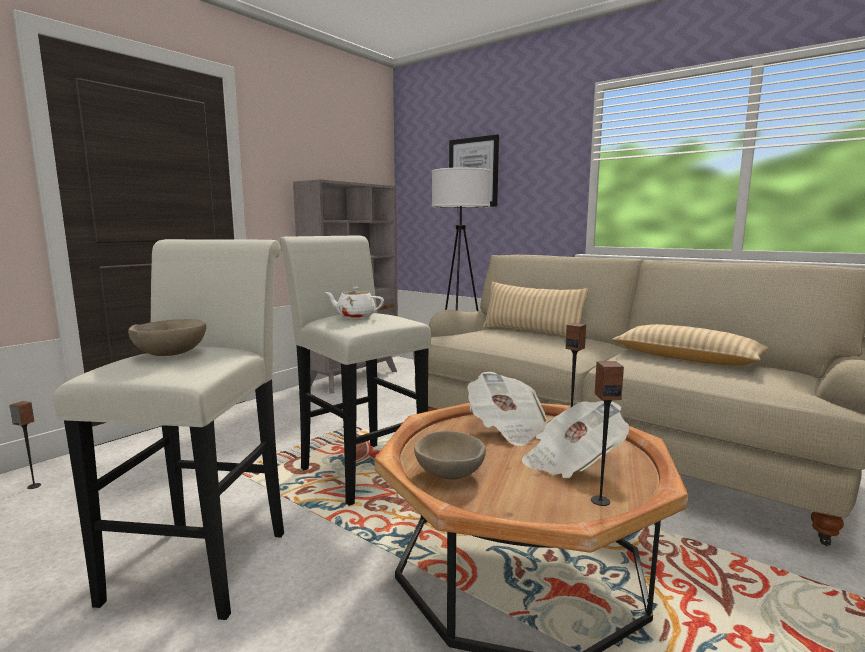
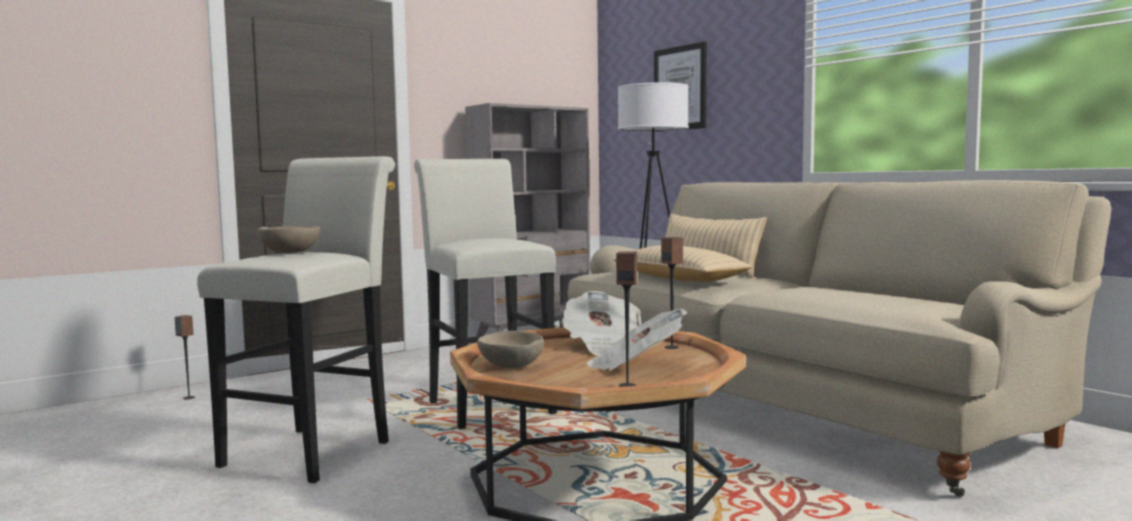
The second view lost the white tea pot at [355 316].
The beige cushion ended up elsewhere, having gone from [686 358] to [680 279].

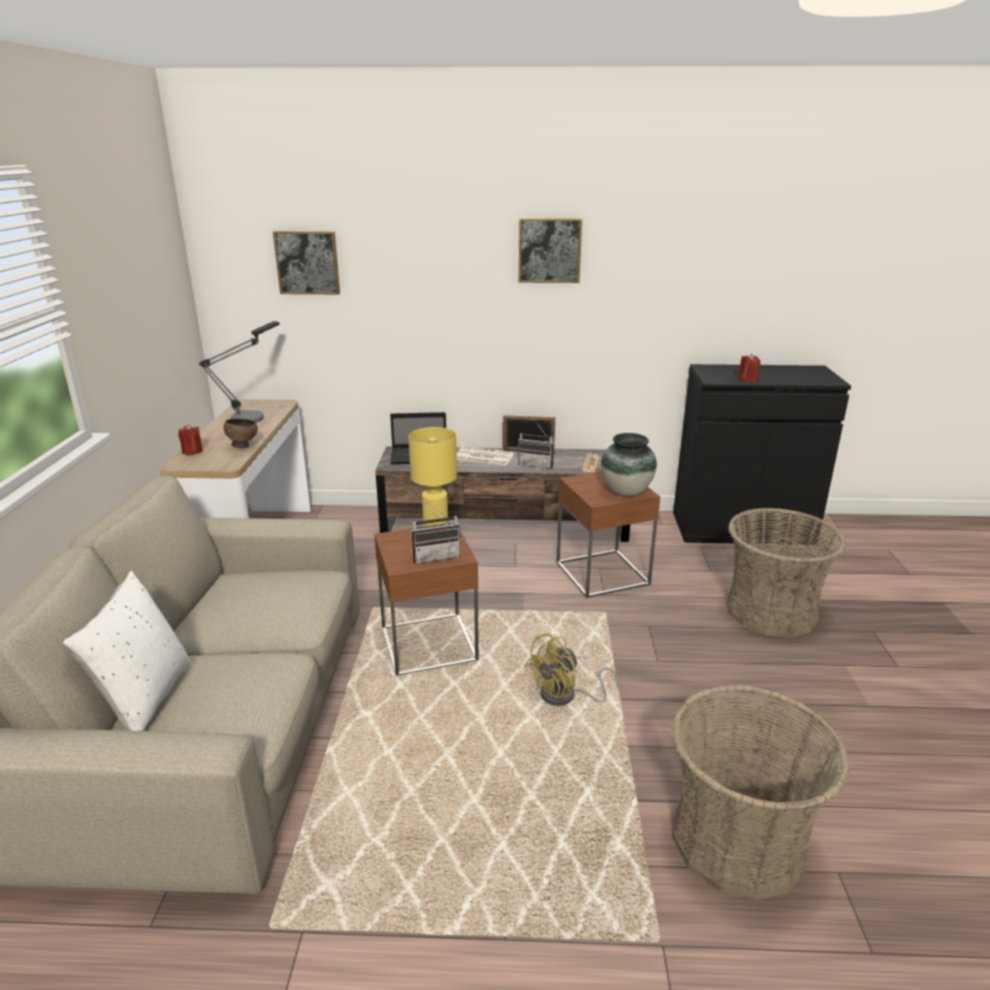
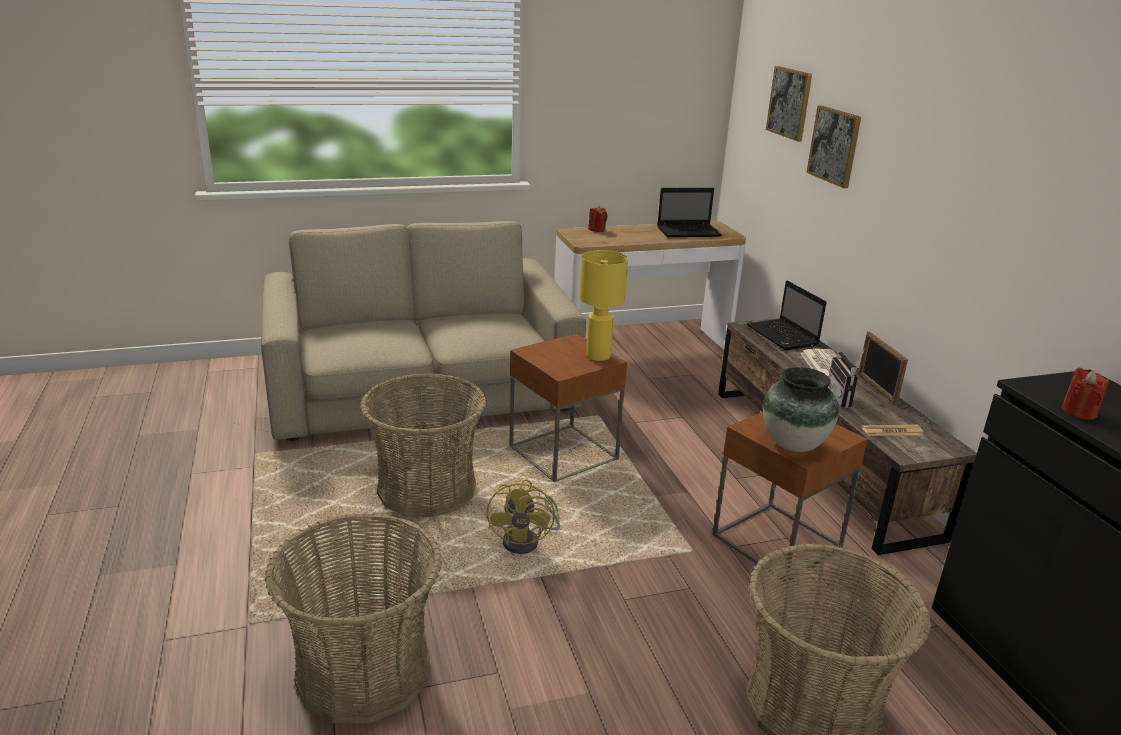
The second view lost the white cushion at [145 698].
The second view lost the brownish bowl at [243 446].
The second view lost the radio receiver at [435 556].
The second view gained the storage basket at [427 489].
The wall picture ended up elsewhere, having gone from [549 250] to [834 146].
Where the tabletop lamp stood at [254 415], the notebook computer came to stand at [689 232].
The yellowish electric fan at [565 697] ended up facing another way, 120 degrees counterclockwise from before.

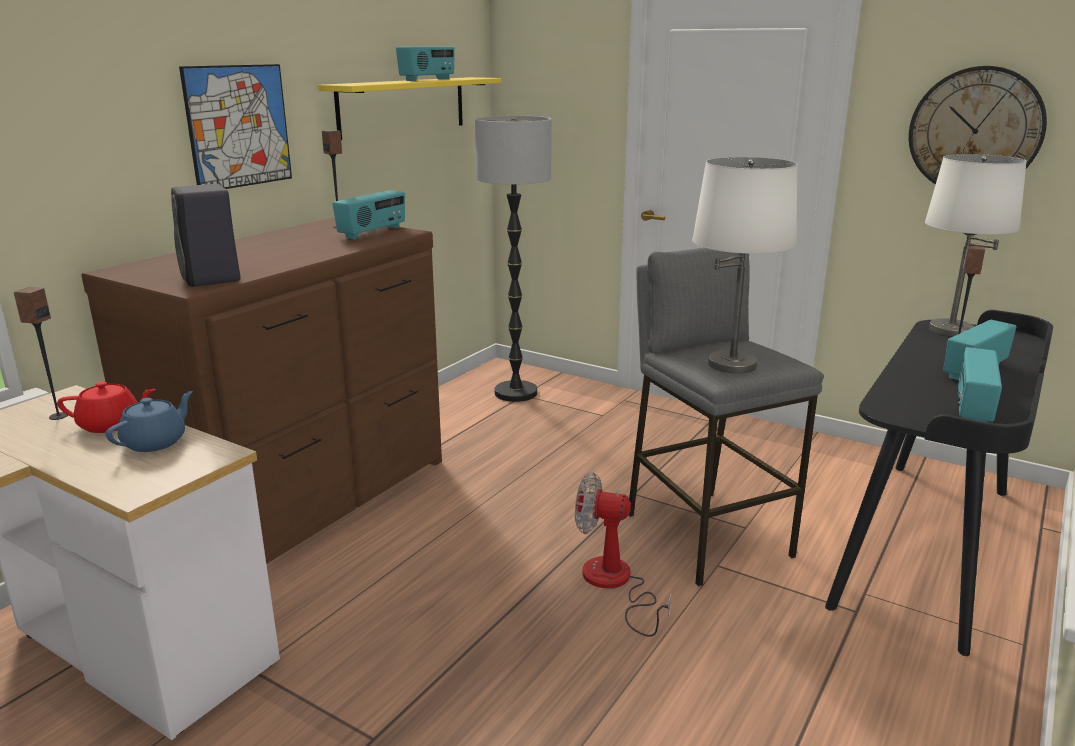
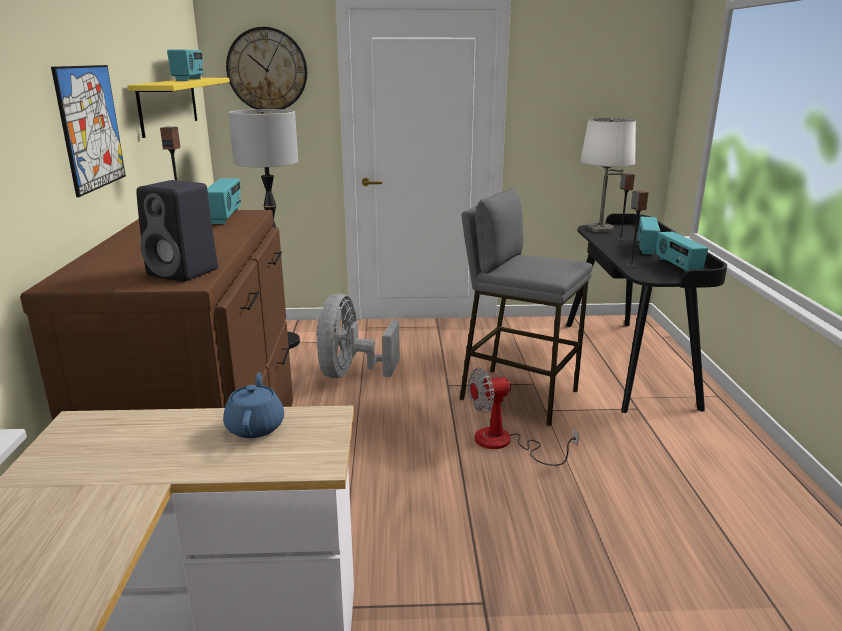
The second view lost the red-coloured tea pot at [111 425].
The second view lost the white tabletop lamp at [732 364].
The second view gained the greyish electric fan at [351 373].
The audio speaker ended up elsewhere, having gone from [58 416] to [631 265].
The clock on the wall ended up elsewhere, having gone from [975 130] to [267 70].

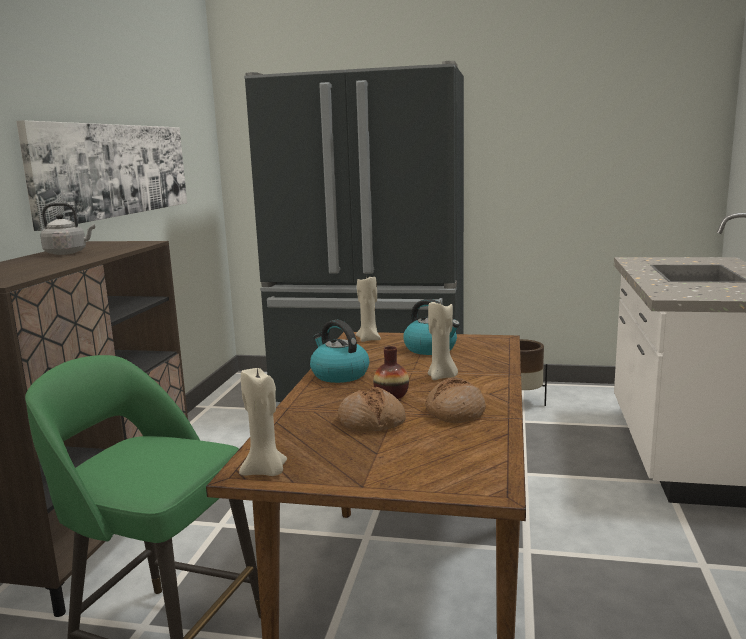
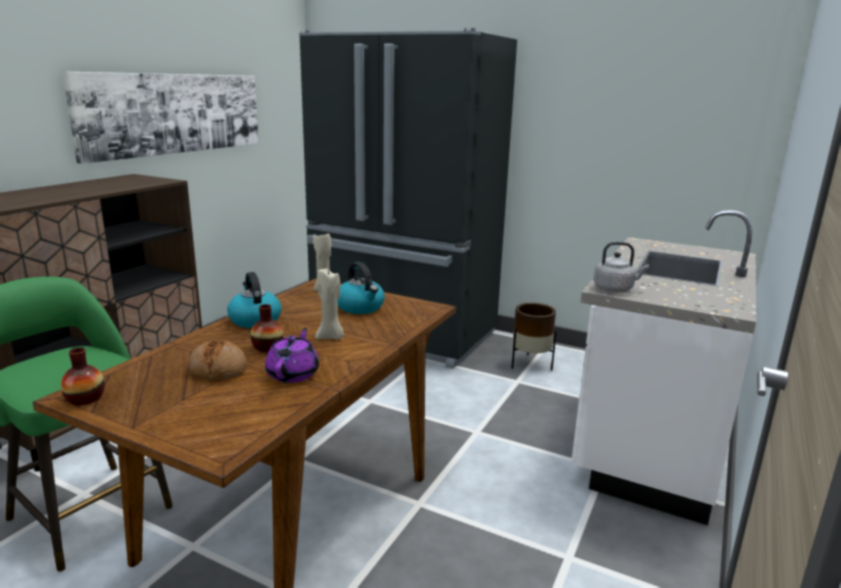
The greyish kettle ended up elsewhere, having gone from [68 253] to [615 289].
Where the beige wax light stood at [266 472], the decorative vase came to stand at [85 398].
Where the baked bread stood at [455 412], the purple tea pot came to stand at [293 374].

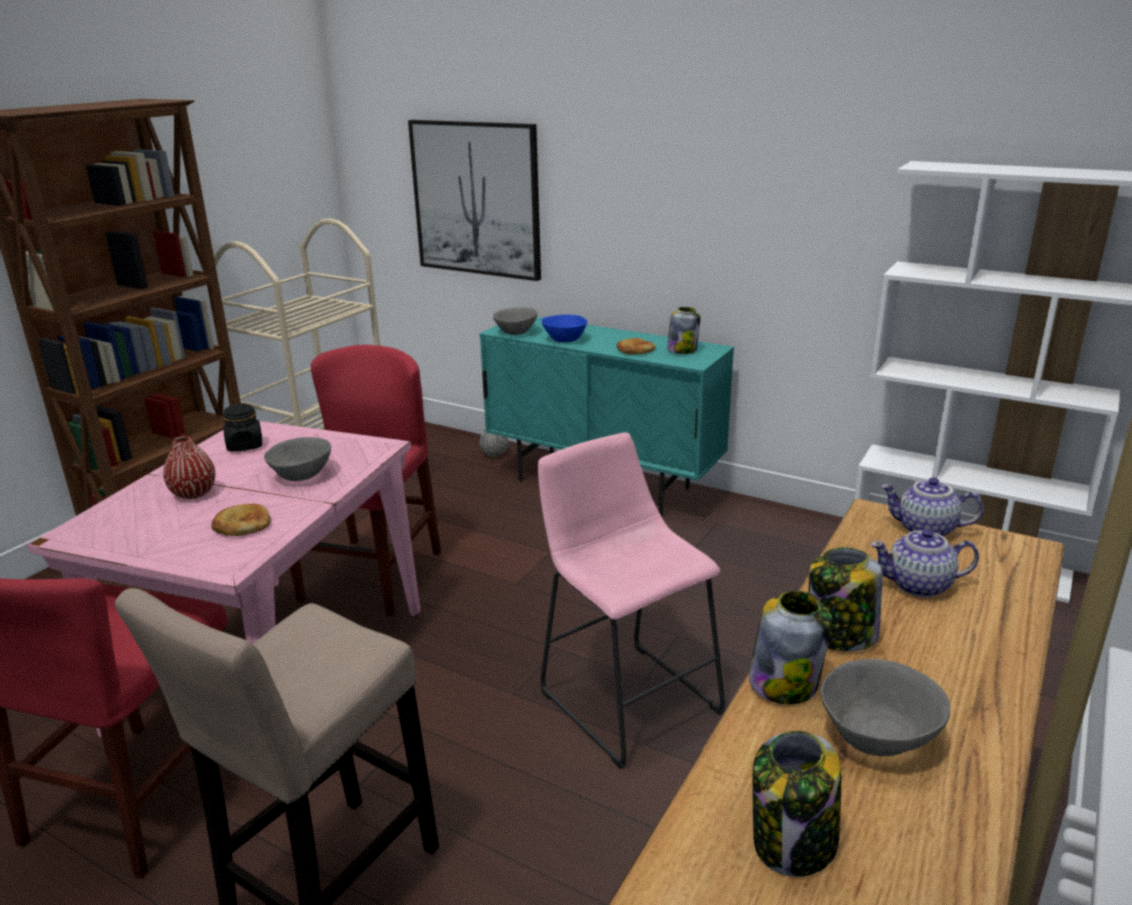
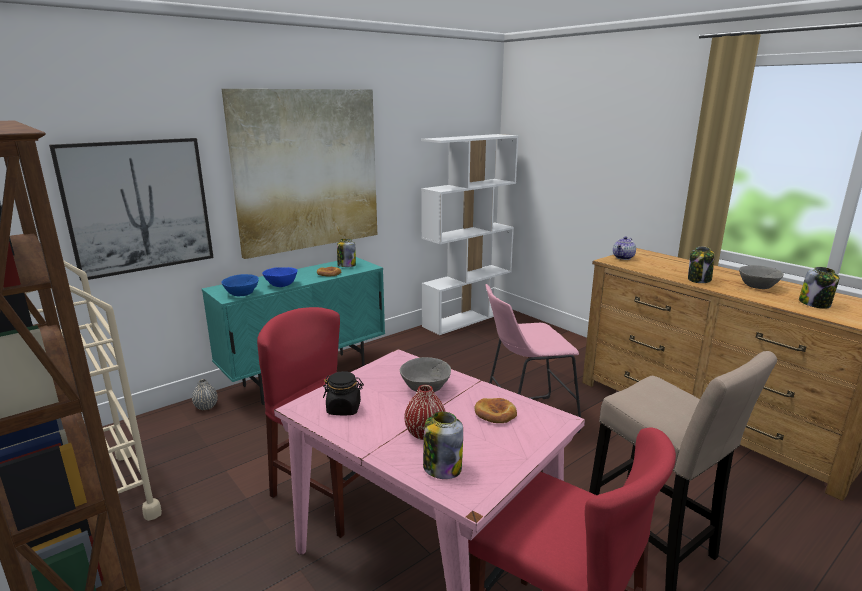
The second view lost the tea pot at [919 585].
The second view gained the wall picture at [307 170].
The preserve jar ended up elsewhere, having gone from [784 683] to [441 467].
What was the greyish bowl at [515 332] turned into the bluish bowl at [241 294].

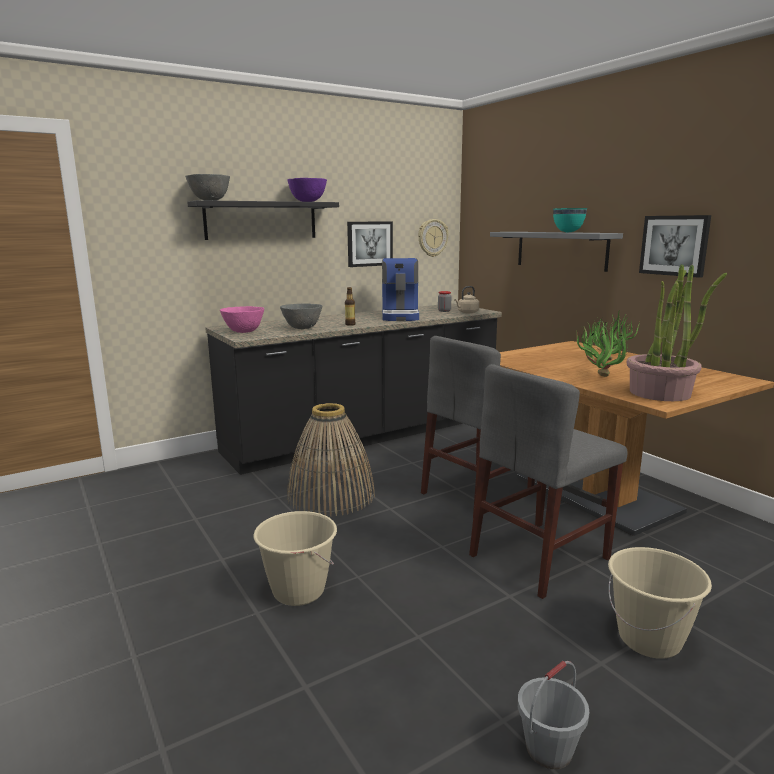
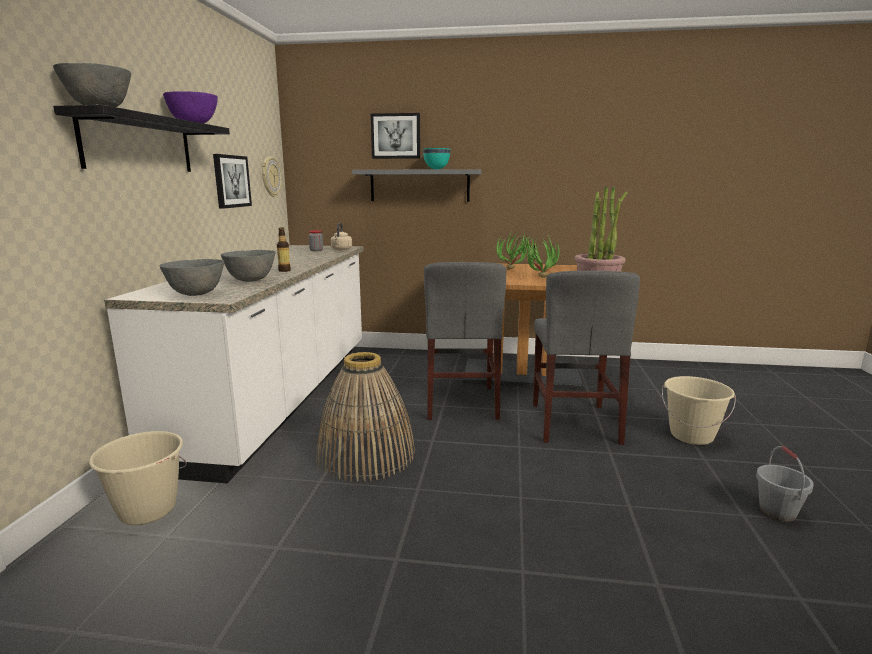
The second view lost the coffee machine at [401 316].
The beige water bucket ended up elsewhere, having gone from [298 591] to [147 510].
The wall picture ended up elsewhere, having gone from [674 245] to [396 136].
What was the black kitchen counter at [365 436] turned into the white kitchen counter at [282 396].
What was the pinkish bowl at [244 332] turned into the greyish bowl at [196 294].

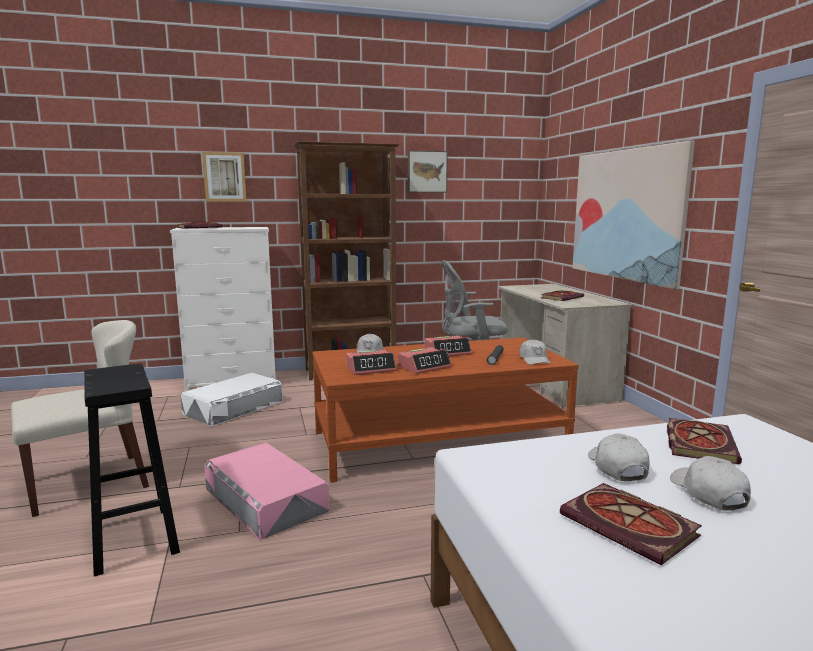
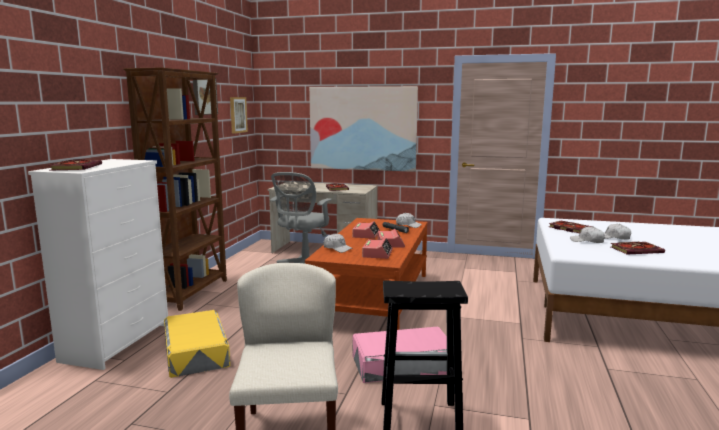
The wall picture ended up elsewhere, having gone from [224 177] to [237 115].
What was the white storage container at [233 407] turned into the yellowish storage container at [195 351].

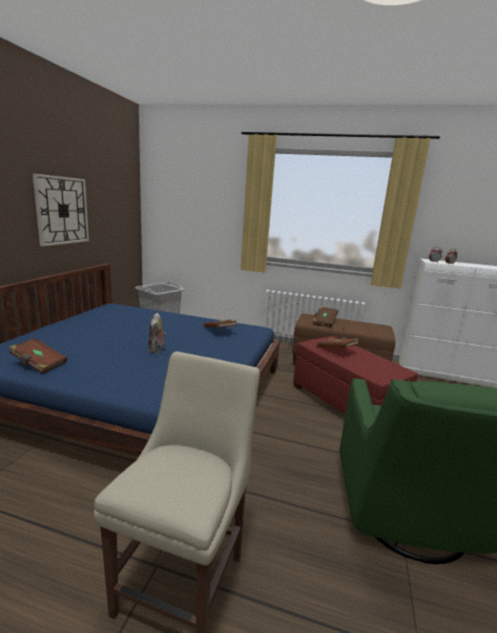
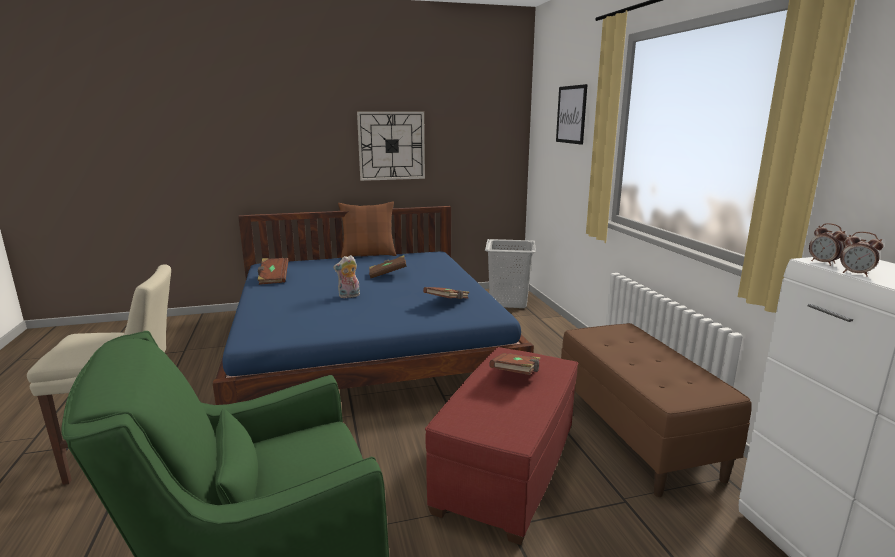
The second view gained the brownish cushion at [368 255].
The second view gained the wall picture at [571 114].
The brownish bound book ended up elsewhere, having gone from [324 322] to [387 275].

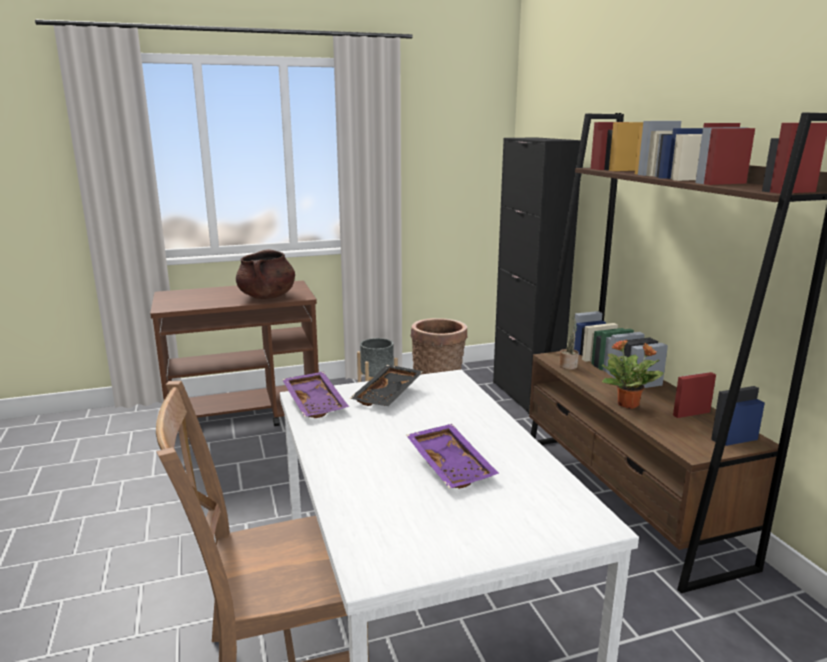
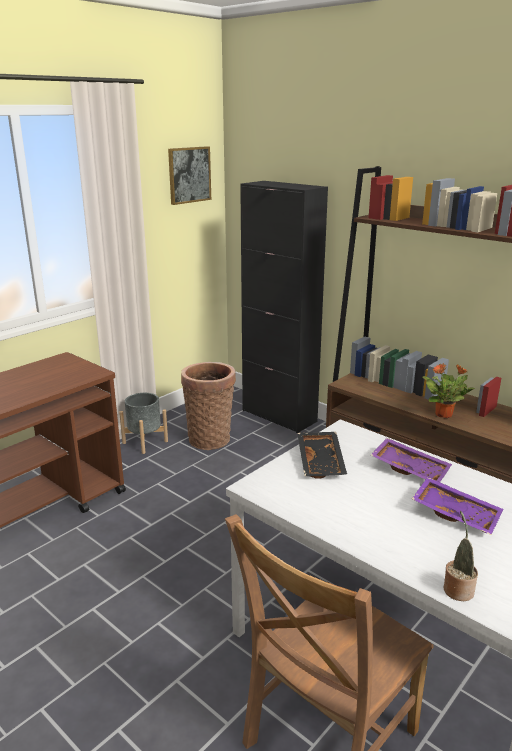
The second view lost the brownish cooking pot at [267 297].
The second view gained the wall picture at [189 175].
The purple carrying tray ended up elsewhere, having gone from [316 403] to [410 468].
The plant in a pot ended up elsewhere, having gone from [568 366] to [457 589].

